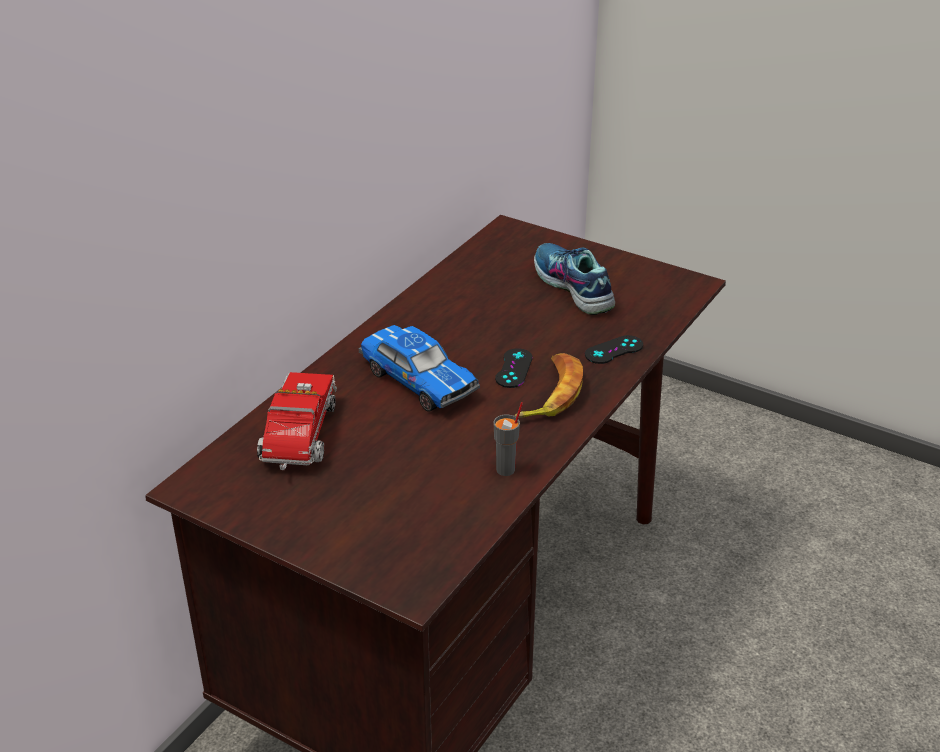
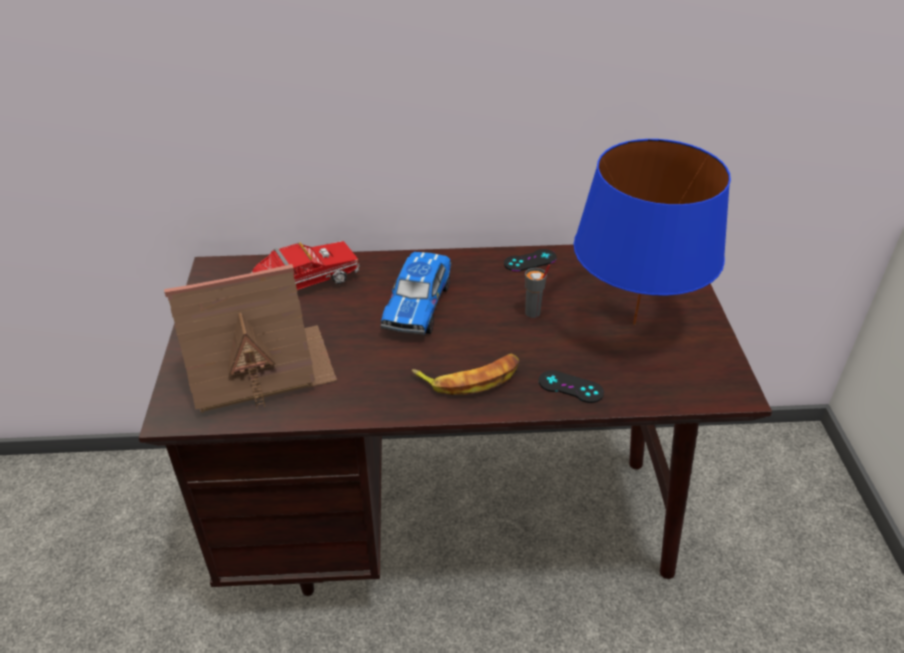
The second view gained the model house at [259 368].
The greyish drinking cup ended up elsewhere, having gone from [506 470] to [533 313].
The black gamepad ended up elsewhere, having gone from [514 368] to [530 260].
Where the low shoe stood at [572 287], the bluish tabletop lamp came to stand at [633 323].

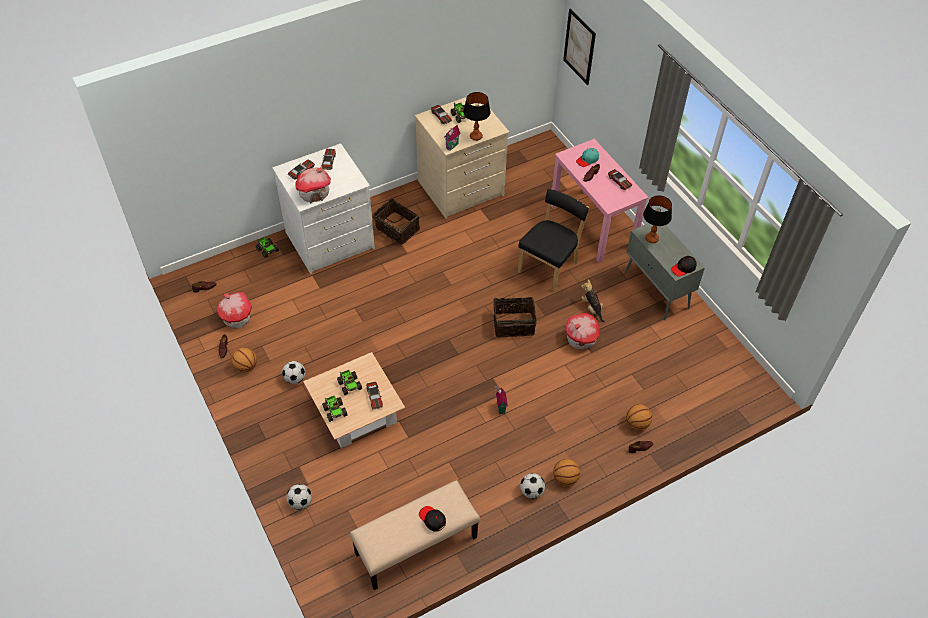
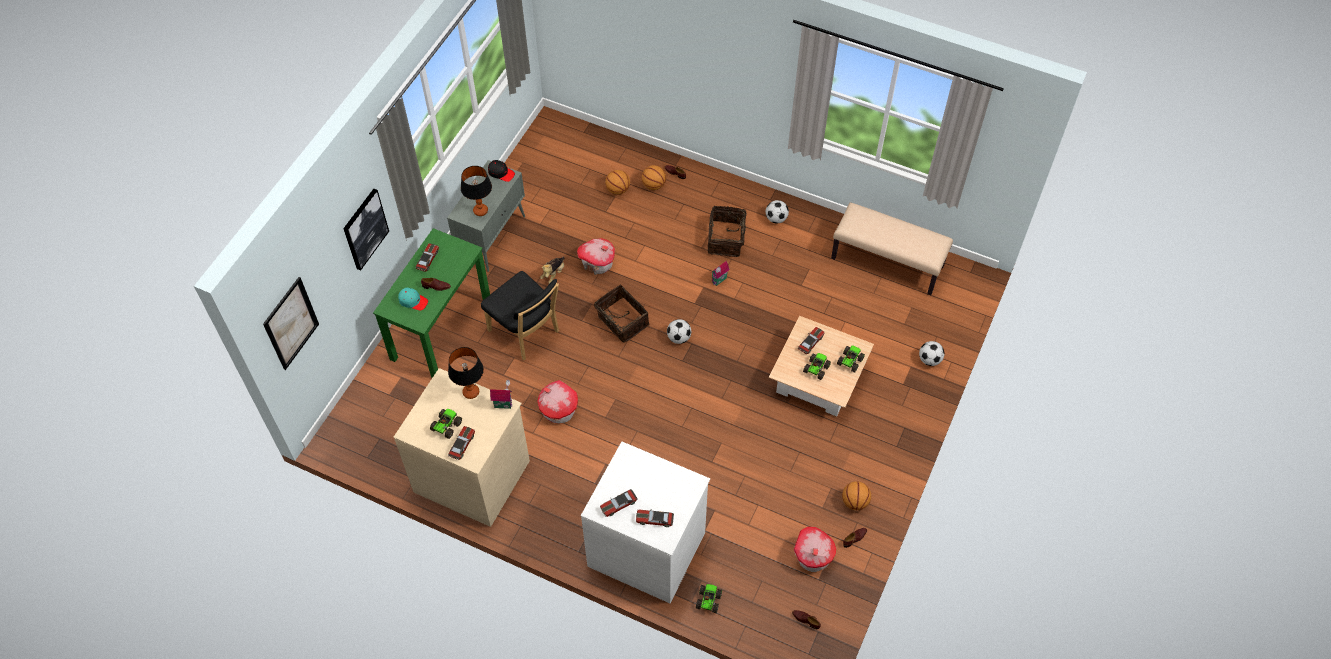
The second view lost the black baseball cap at [432 519].
The second view gained the wall picture at [365 229].
The football ended up elsewhere, having gone from [295 378] to [679 338].
The model house ended up elsewhere, having gone from [314 193] to [558 410].
The storage basket ended up elsewhere, having gone from [396 230] to [726 239].
The basketball ball ended up elsewhere, having gone from [565 478] to [617 190].
What was the pinkish desk unit at [592 225] turned into the green desk unit at [441 327].
The black upright chair at [549 266] ended up facing another way, 135 degrees counterclockwise from before.

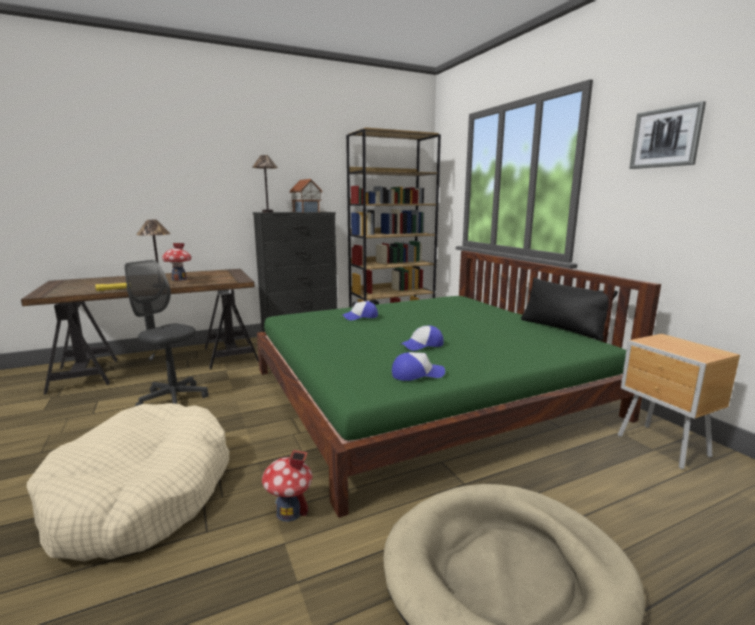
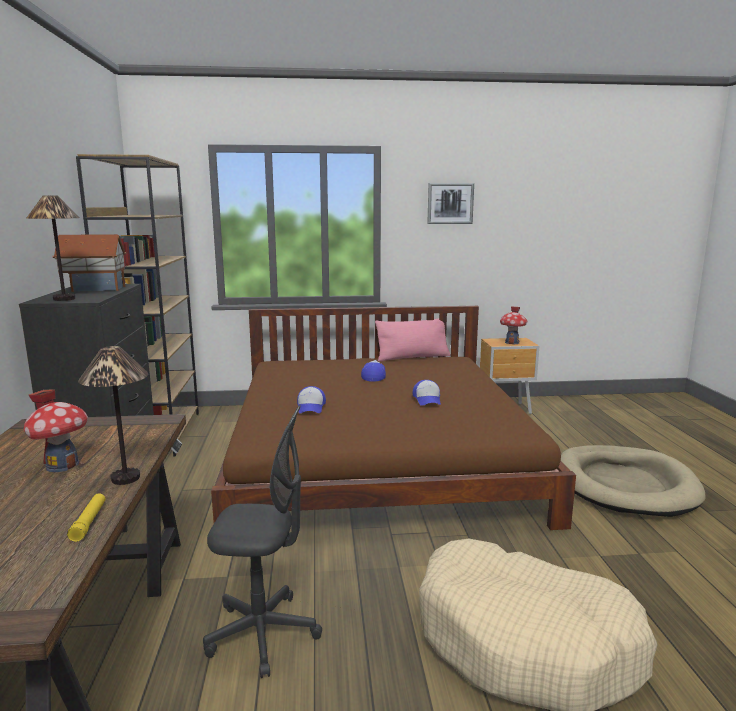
The model house ended up elsewhere, having gone from [289 512] to [512 342].
The baseball cap ended up elsewhere, having gone from [417 374] to [374 376].
What was the green sleeping bed at [424 391] turned into the brownish sleeping bed at [377 457].
What was the black cushion at [562 328] turned into the pinkish cushion at [413 357].
The greyish office chair at [173 399] ended up facing another way, 135 degrees counterclockwise from before.

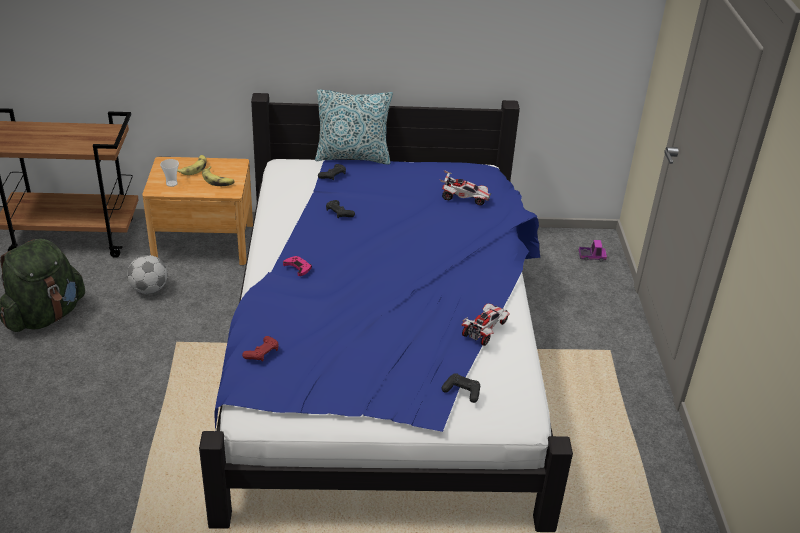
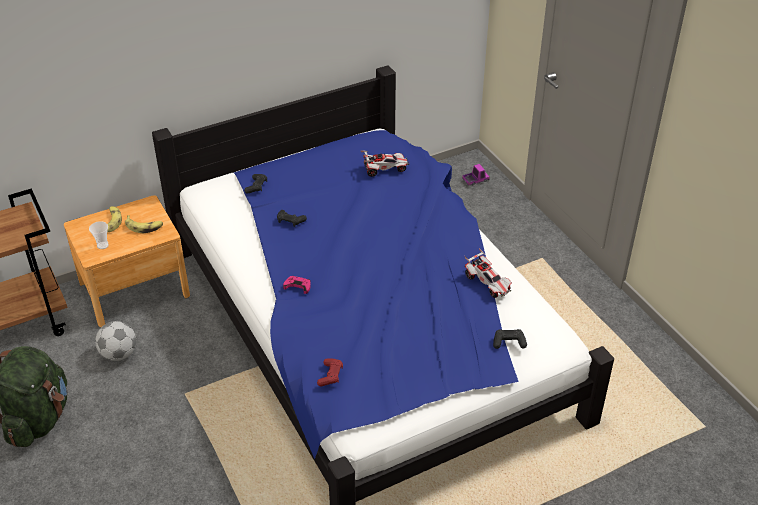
The second view lost the cushion at [353 157].
The model car at [484 330] ended up facing another way, 135 degrees clockwise from before.

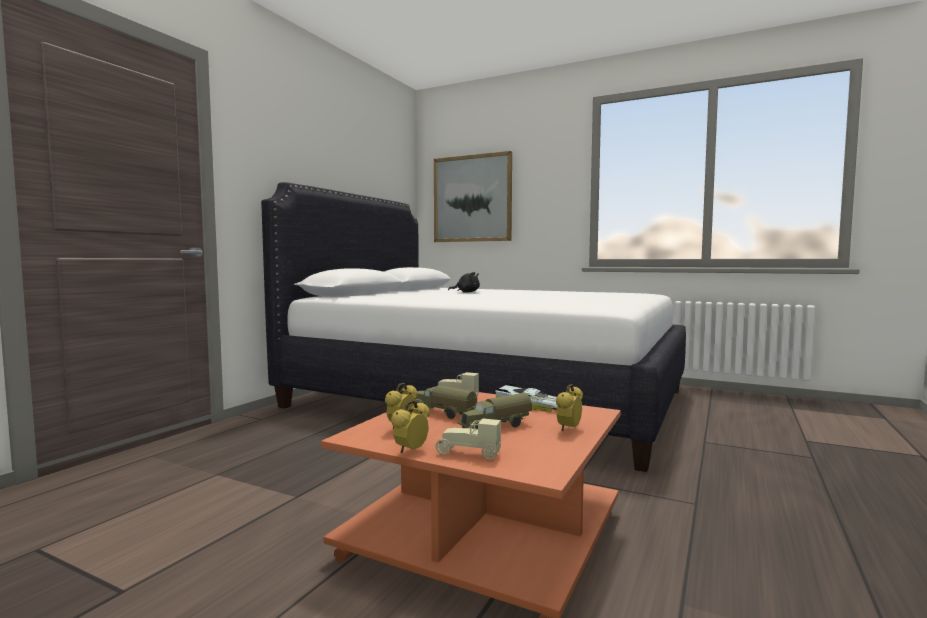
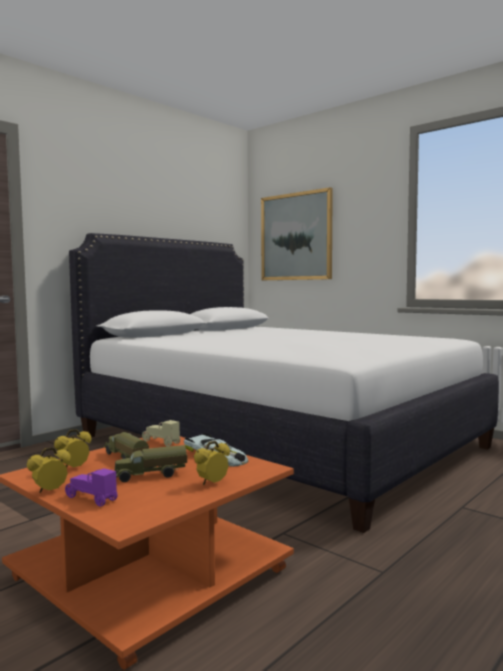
The second view lost the black plush toy at [466 292].
What was the beige model car at [467 454] turned into the purple model car at [90 499].

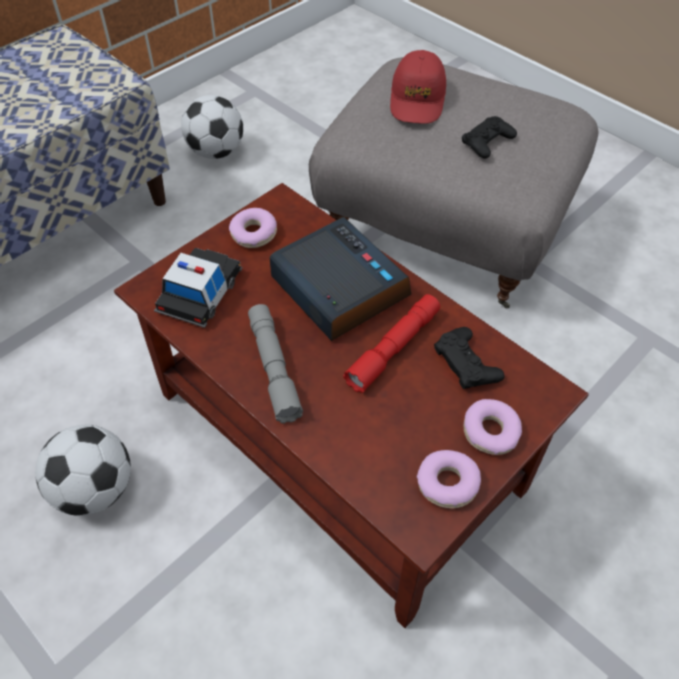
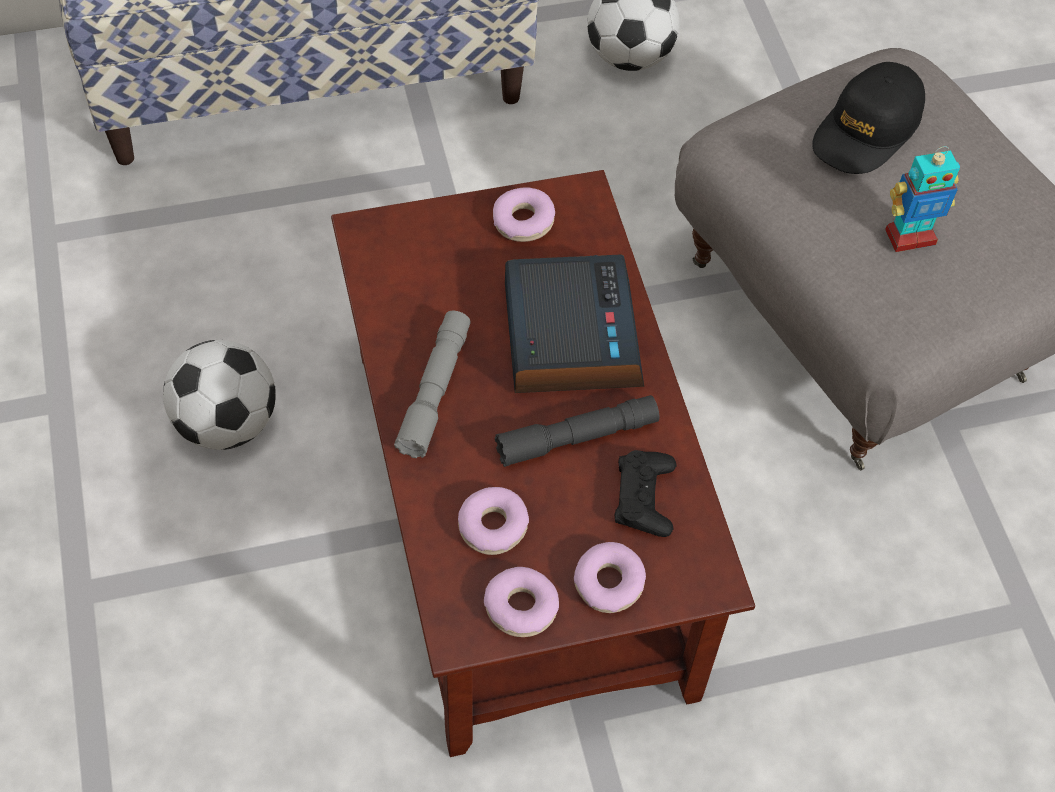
The second view lost the model car at [200 292].
The second view gained the ring doughnut at [493 526].
Where the black gamepad stood at [487 142], the toy robot came to stand at [909 236].
What was the red-coloured flashlight at [393 348] turned into the greyish flashlight at [577 437].
What was the red-coloured baseball cap at [417 99] turned into the black baseball cap at [866 130].

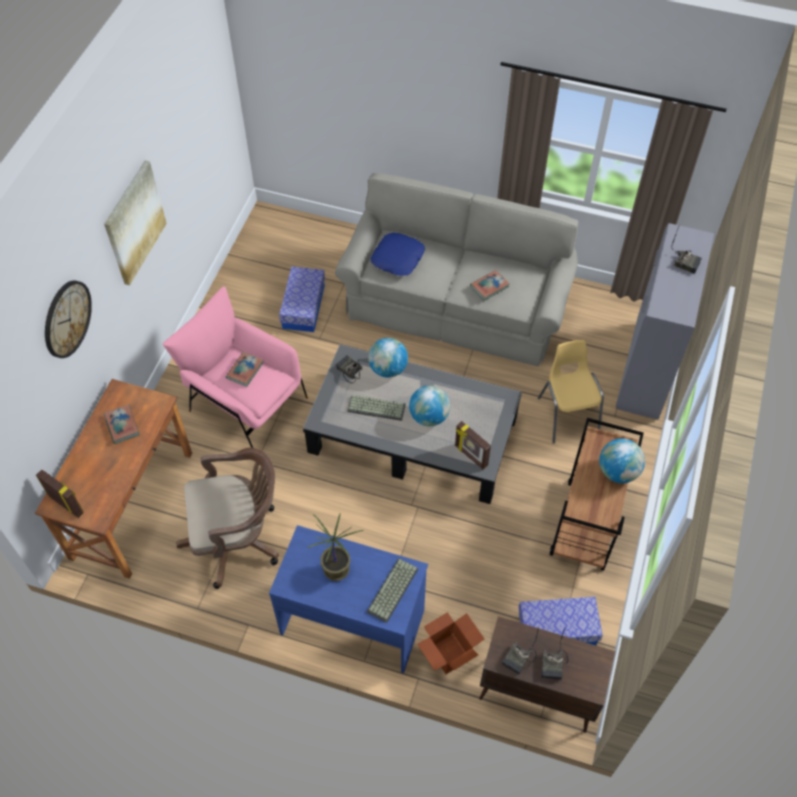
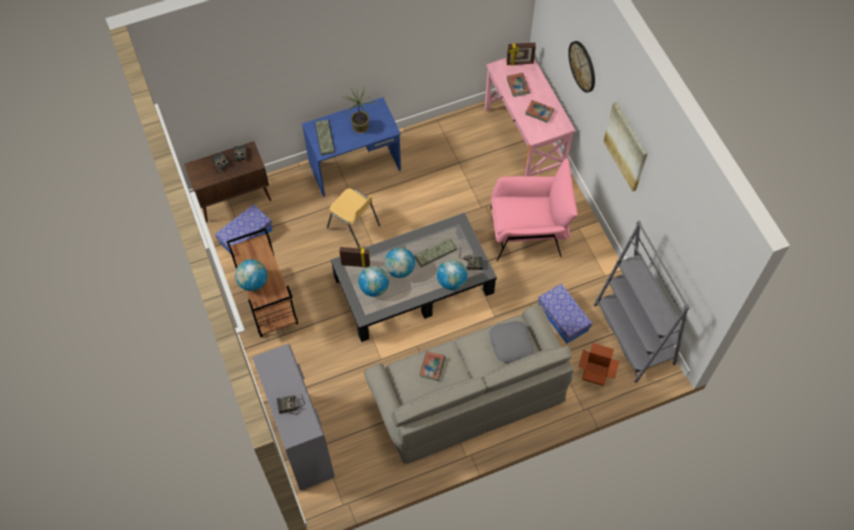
The second view lost the brownish office chair at [238 539].
The second view gained the world globe at [374 288].
The second view gained the greyish bookcase at [634 334].
The bound book ended up elsewhere, having gone from [245 370] to [517 86].
The carton ended up elsewhere, having gone from [449 653] to [595 373].
The yellowish upright chair ended up elsewhere, having gone from [567 415] to [354 226].
What was the brownish desk unit at [132 504] turned into the pinkish desk unit at [524 139].
What was the bluish cushion at [398 258] turned into the greyish cushion at [510 344].

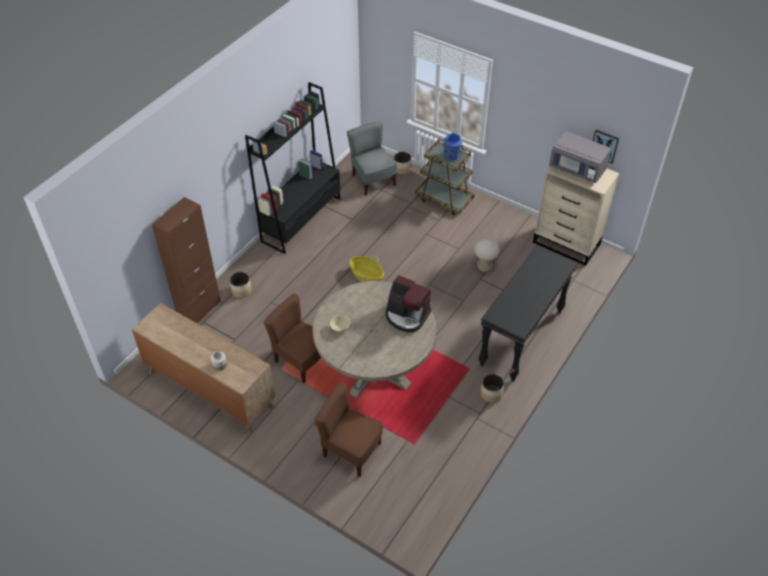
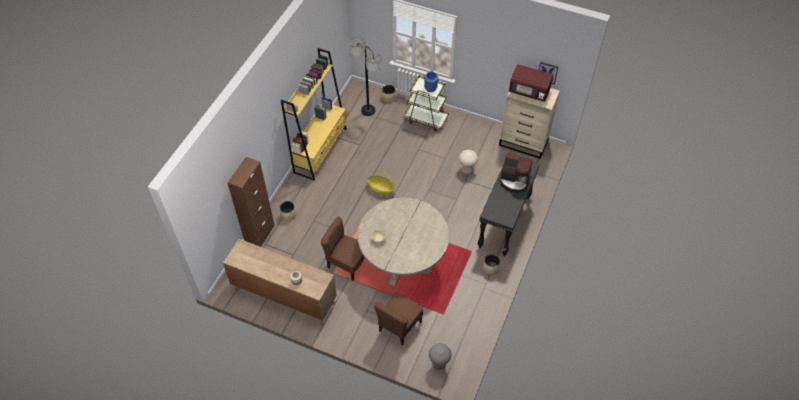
The second view gained the greyish stool seat at [439 364].
The coffee machine ended up elsewhere, having gone from [407 315] to [514 180].
Where the greyish upright chair stood at [372 180], the floor lamp came to stand at [368 110].
What was the black bookcase at [301 219] turned into the yellowish bookcase at [320 150].
What was the greyish microwave at [577 169] turned into the red-coloured microwave at [529 91].
The brownish upright chair at [351 451] ended up facing another way, 75 degrees counterclockwise from before.

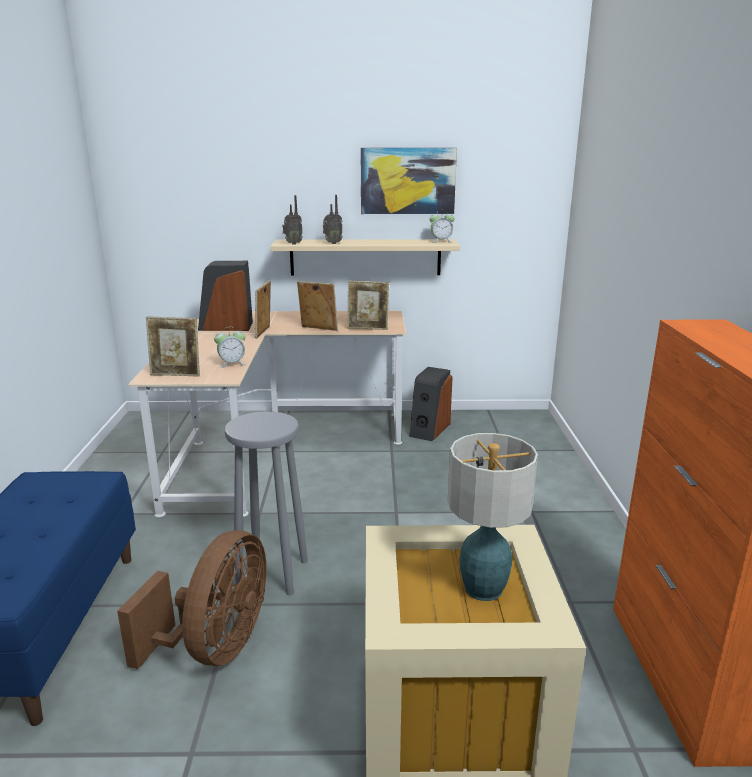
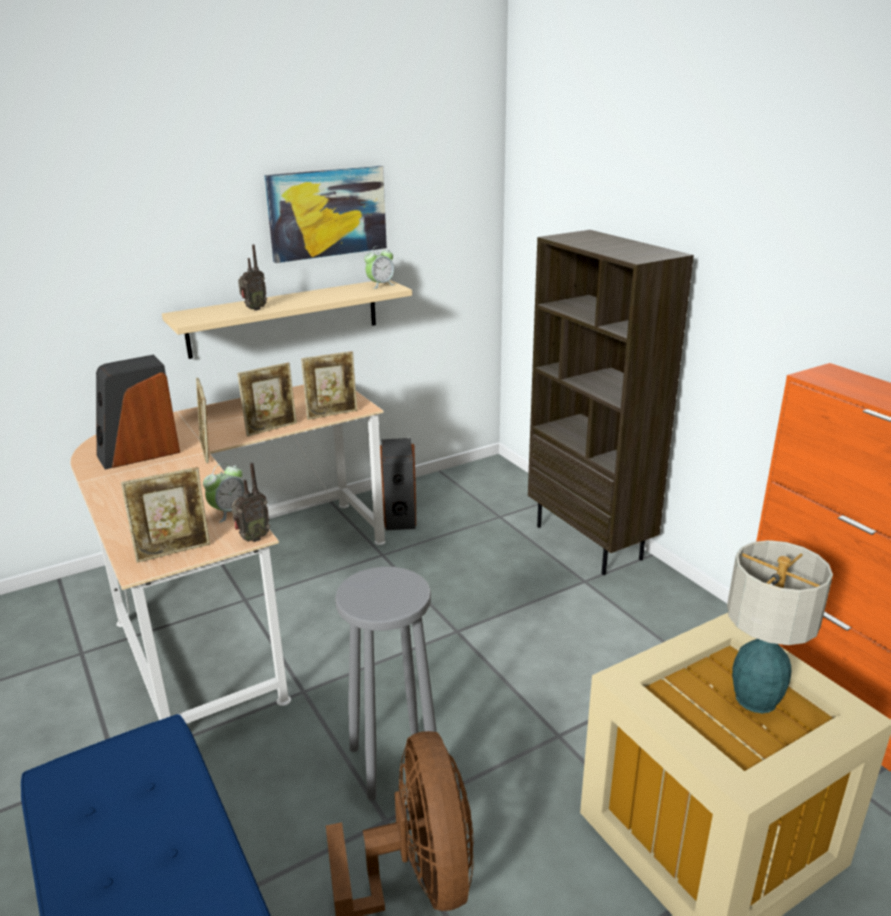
The second view gained the brownish bookcase at [590 542].
The radio receiver ended up elsewhere, having gone from [293 243] to [252 538].
The standing frame at [318 329] ended up facing another way, 150 degrees clockwise from before.

